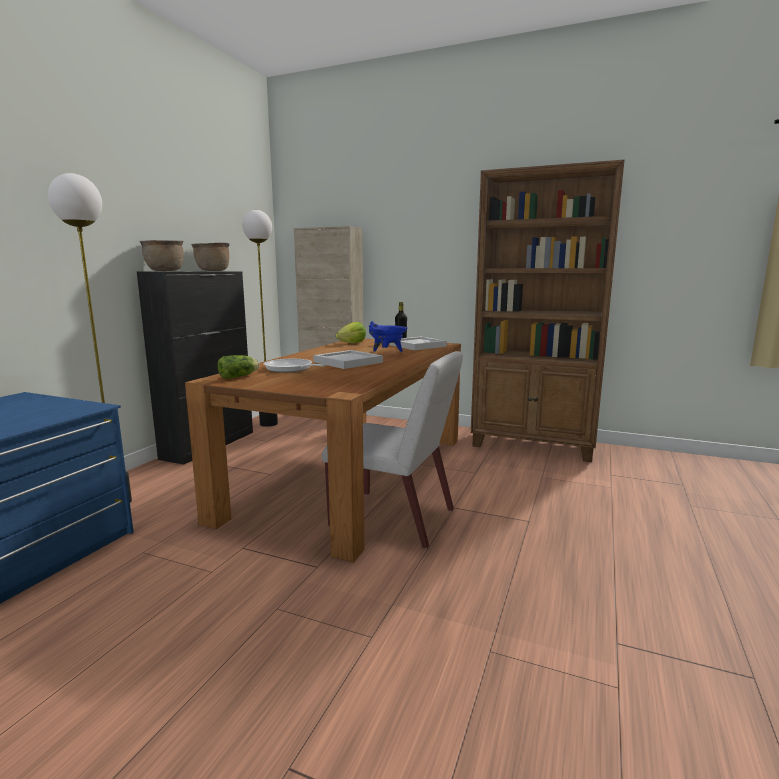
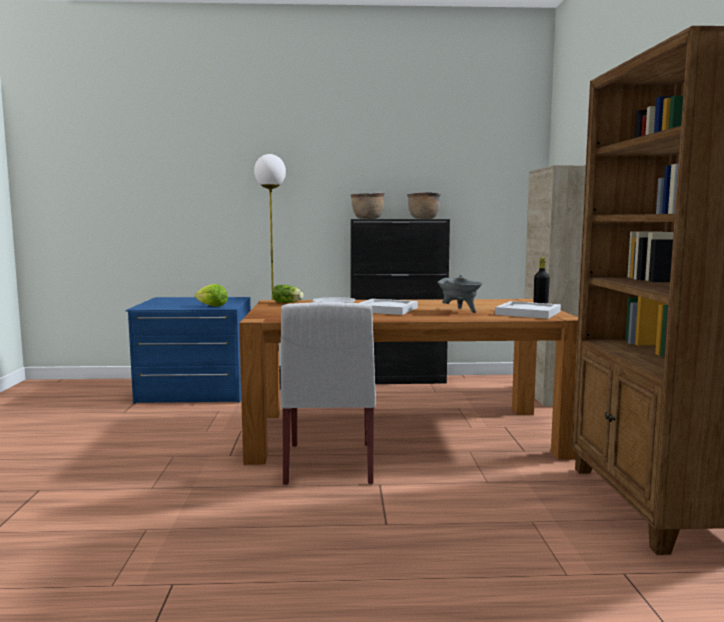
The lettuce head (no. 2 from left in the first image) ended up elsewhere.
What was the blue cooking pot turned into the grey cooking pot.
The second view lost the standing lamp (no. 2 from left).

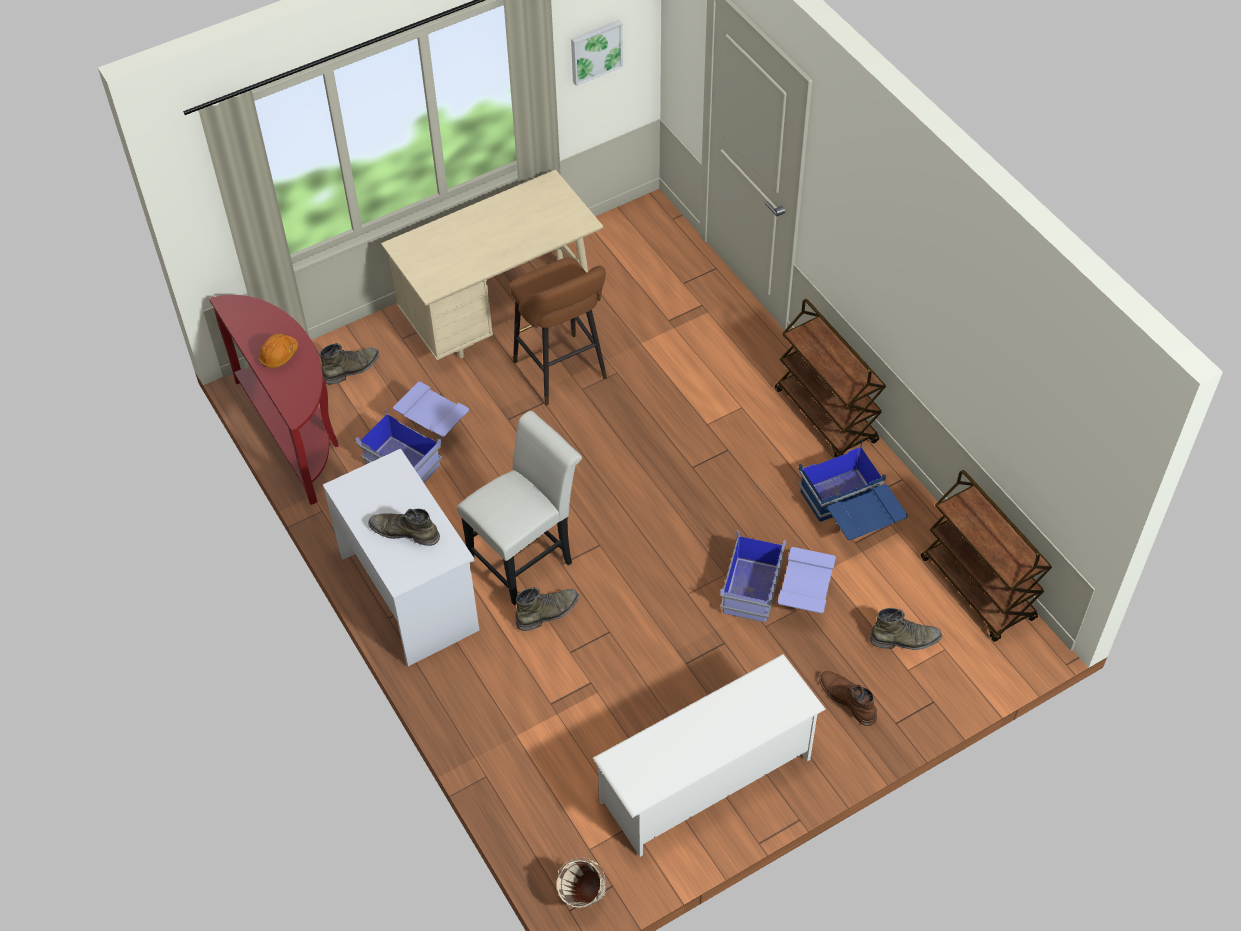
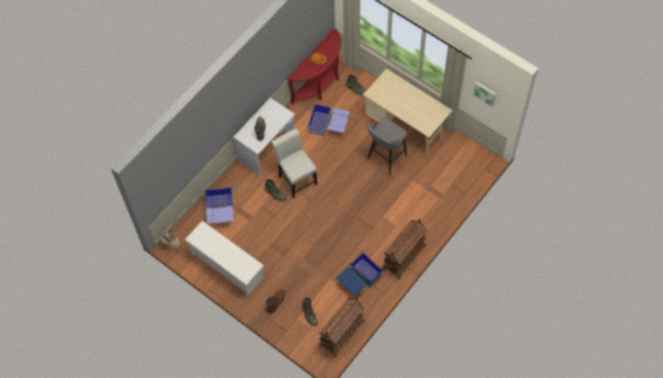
The blue storage container (no. 2 from left in the first image) ended up elsewhere.
The white chair ended up facing another way, 150 degrees counterclockwise from before.
What was the brown-coloured sitting stool turned into the grey sitting stool.

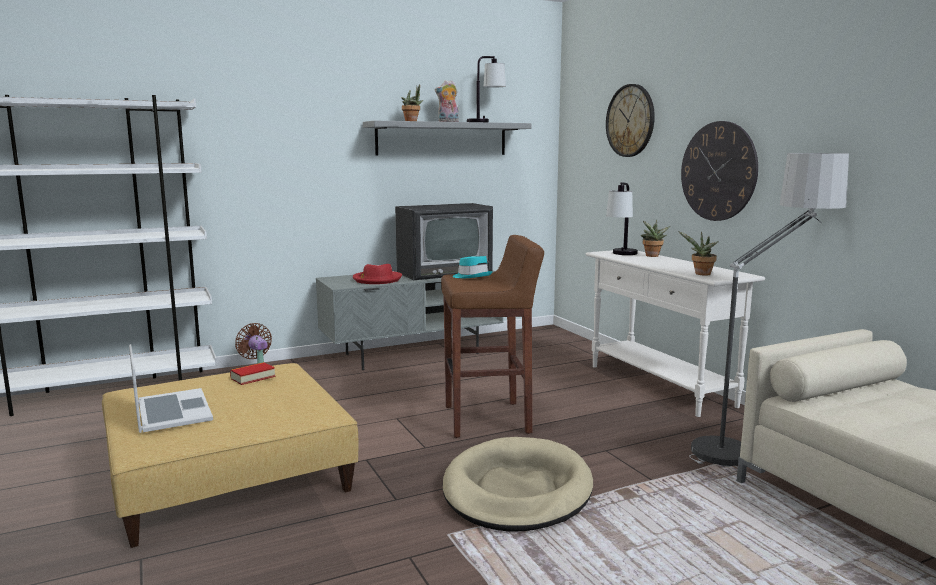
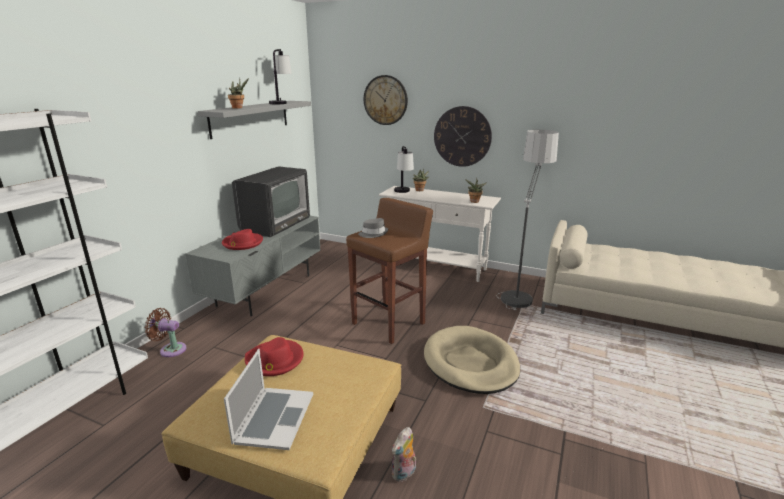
The notebook computer ended up facing another way, 75 degrees clockwise from before.
Where the volume stood, the red clothing hat (no. 2 from left) came to stand.
What was the turquoise clothing hat turned into the grey clothing hat.
The soft toy ended up elsewhere.

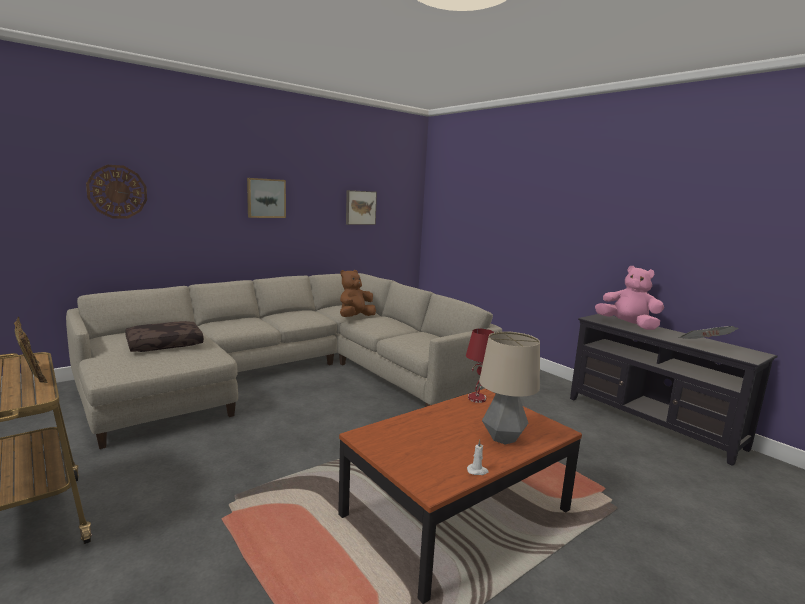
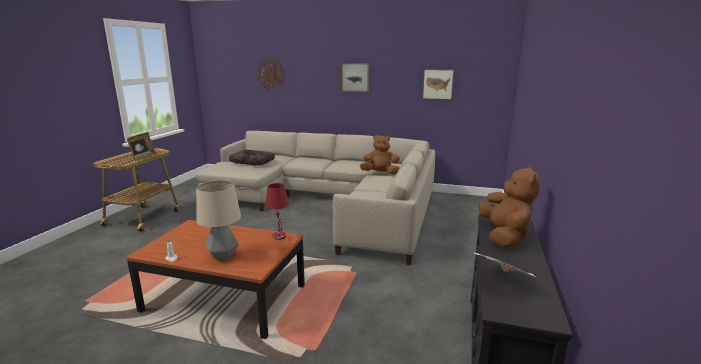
What was the pink soft toy turned into the brown-coloured soft toy (no. 2 from left).

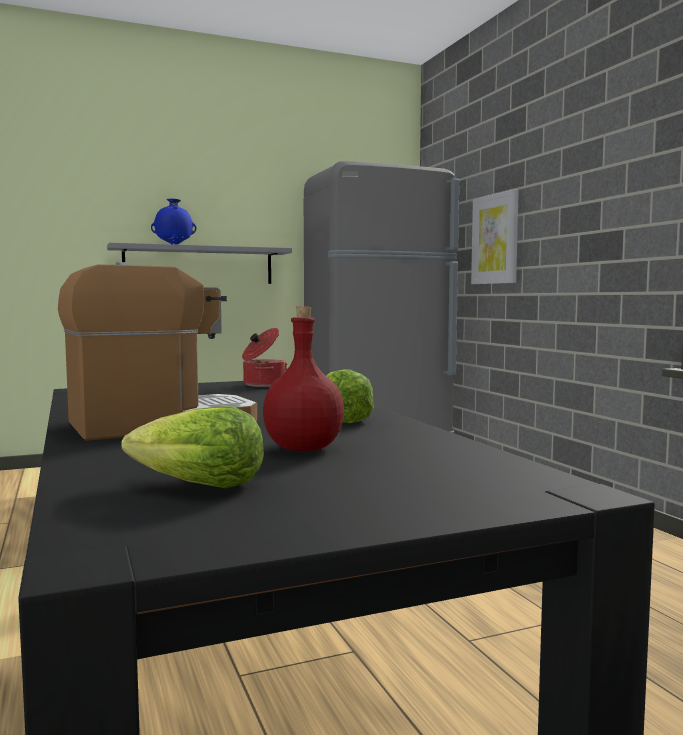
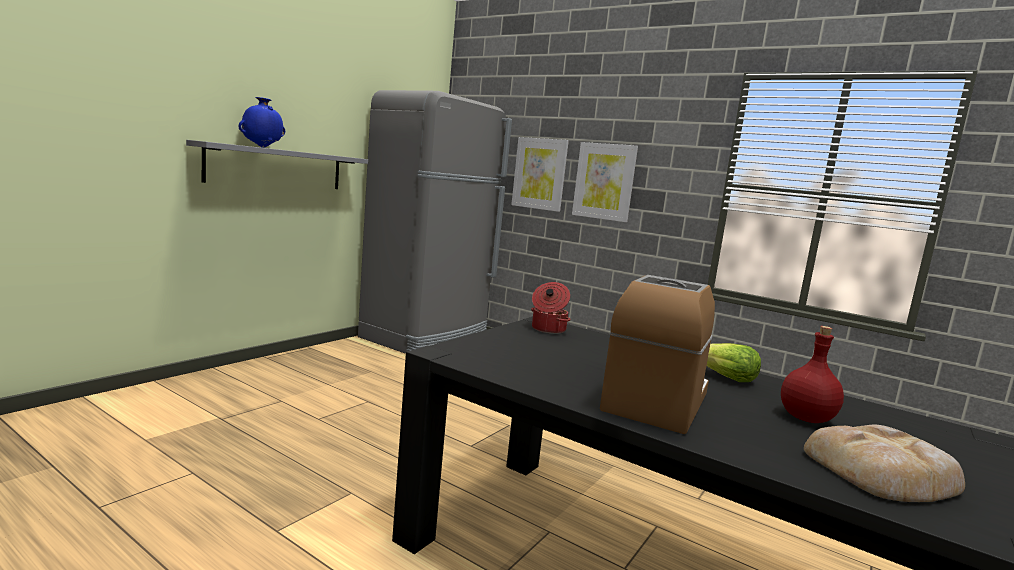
The second view gained the picture (no. 2 from left).
Where the lettuce head (no. 1 from left) stood, the bread came to stand.

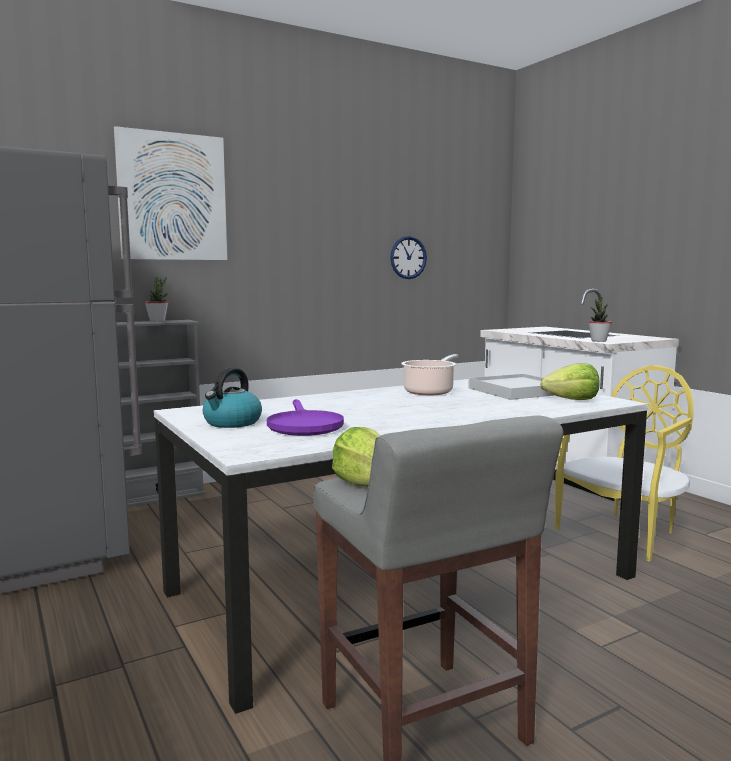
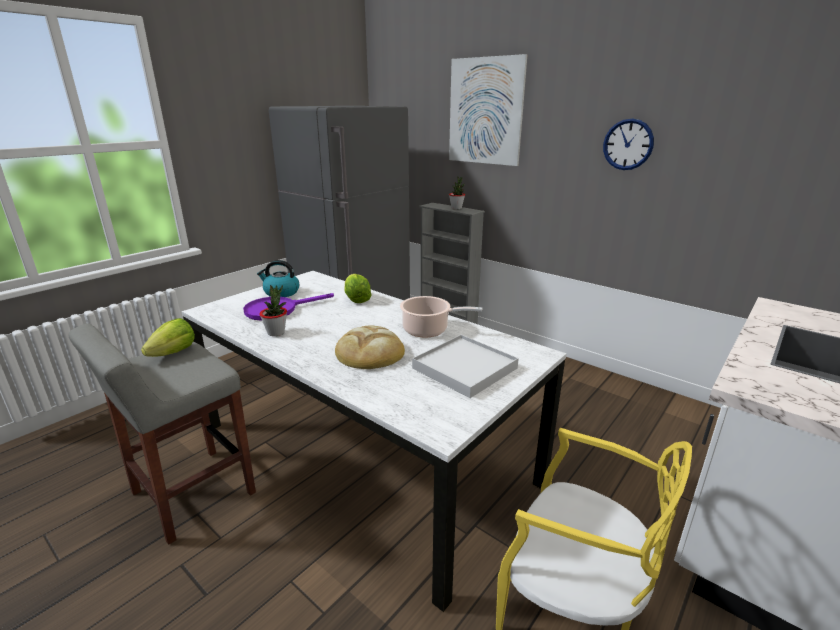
The houseplant (no. 2 from left in the first image) ended up elsewhere.
The second view gained the bread.
The lettuce head (no. 2 from left) ended up elsewhere.
The hanging clock ended up elsewhere.

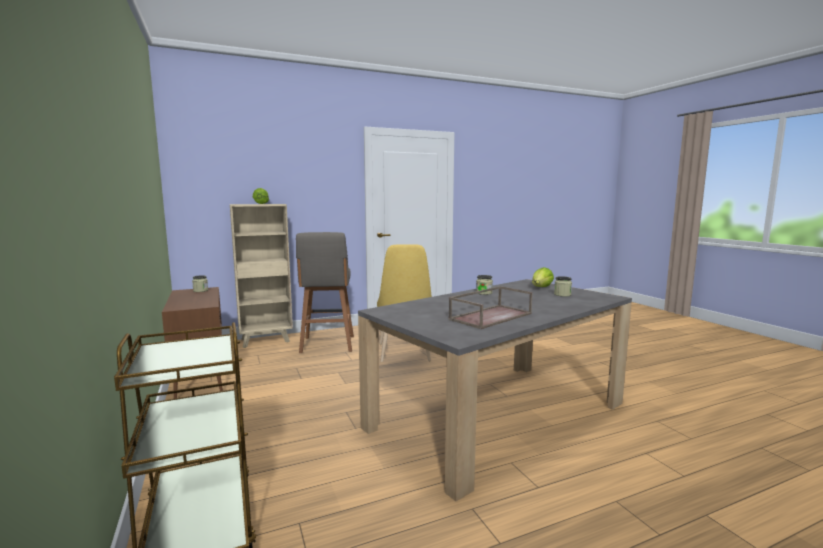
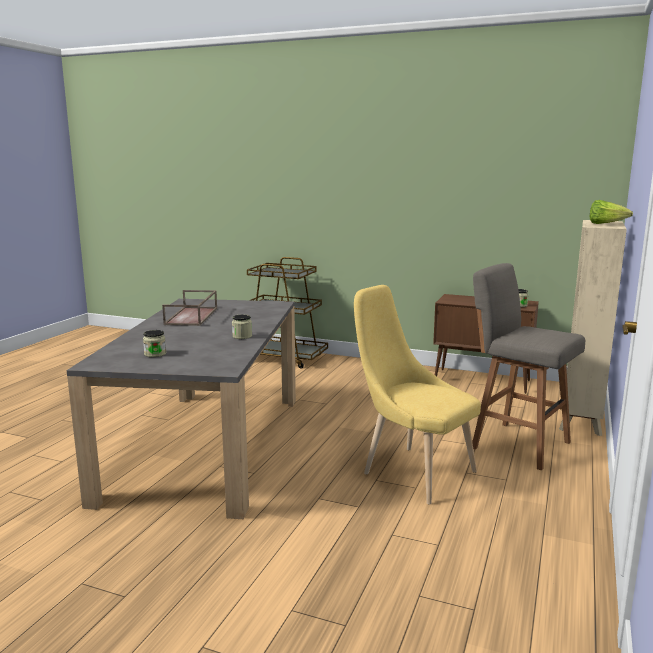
The second view lost the lettuce head (no. 2 from left).

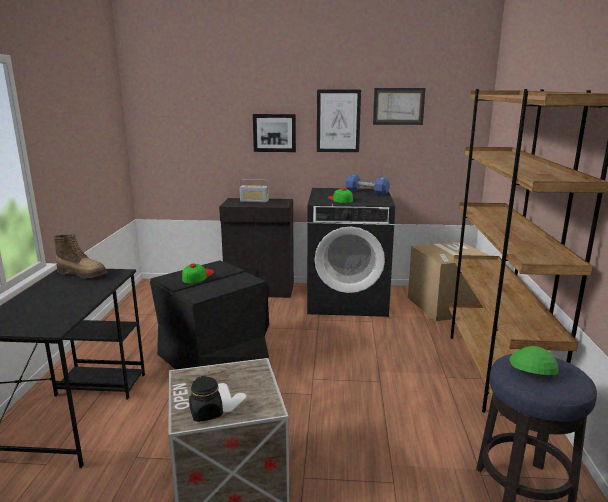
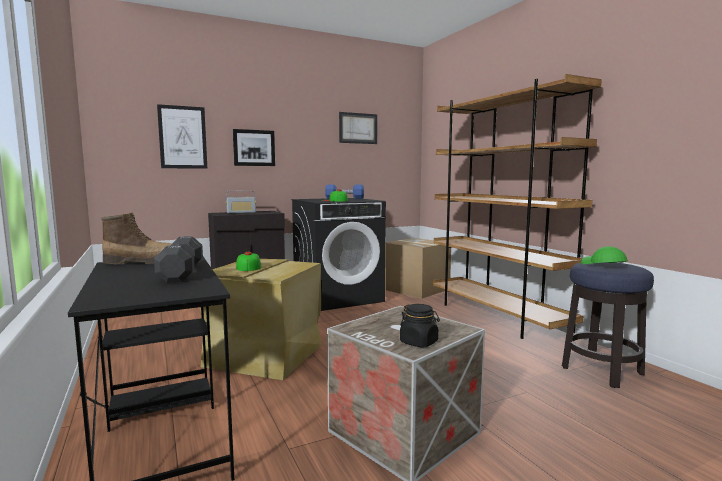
The second view gained the black free weight.
The picture (no. 2 from left in the first image) ended up elsewhere.
What was the black storage container turned into the beige-coloured storage container.

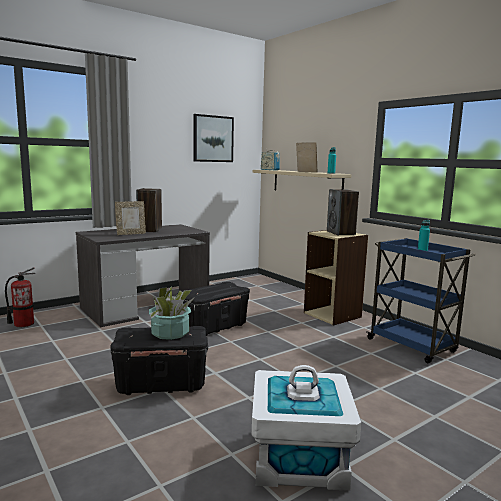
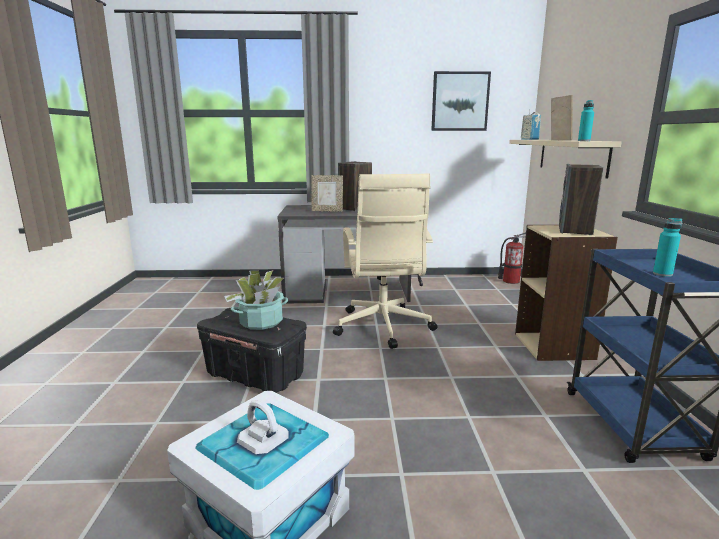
Where the black storage container (no. 2 from left) stood, the beige-coloured desk chair came to stand.
The fire extinguisher ended up elsewhere.

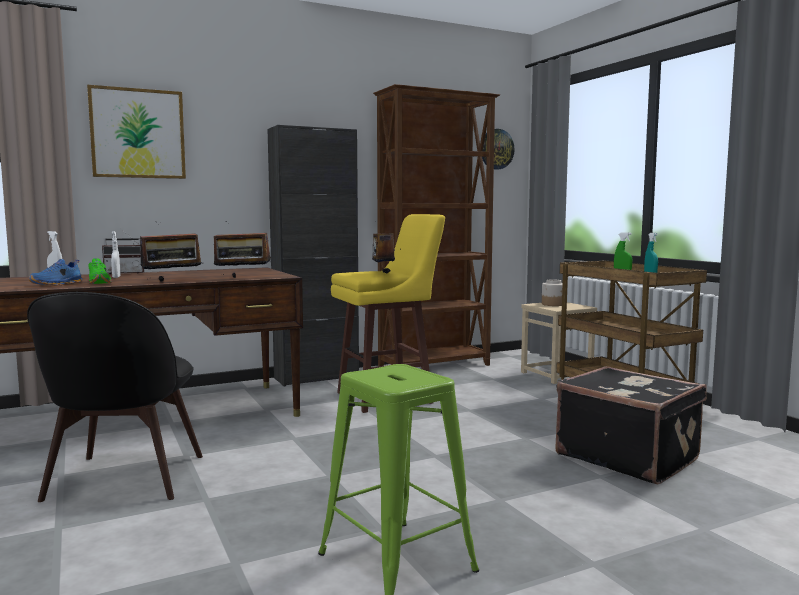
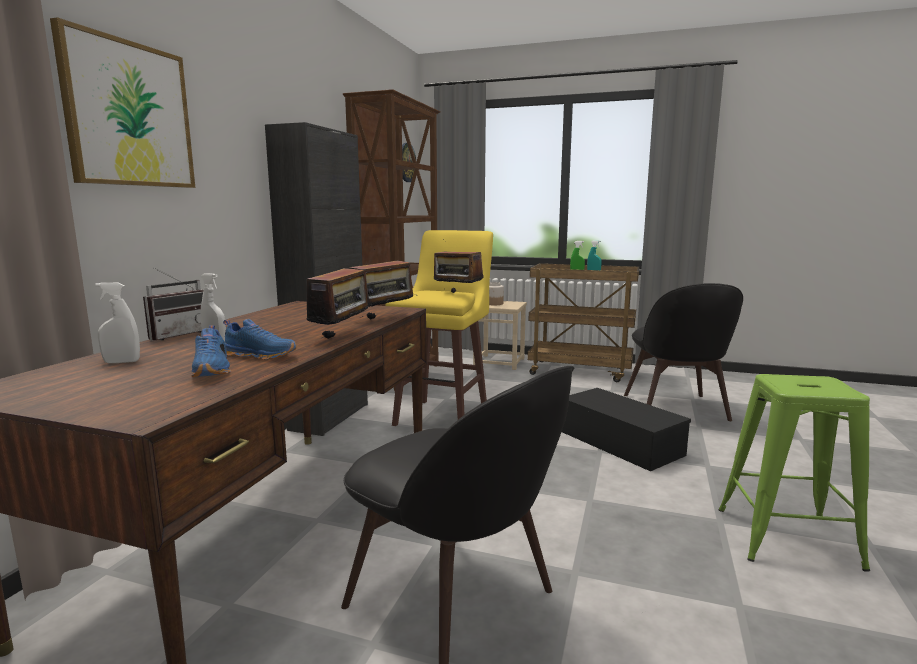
What was the greenish low shoe turned into the blue low shoe (no. 2 from left).
The second view gained the black storage container.
Where the black suitcase stood, the black chair (no. 2 from left) came to stand.

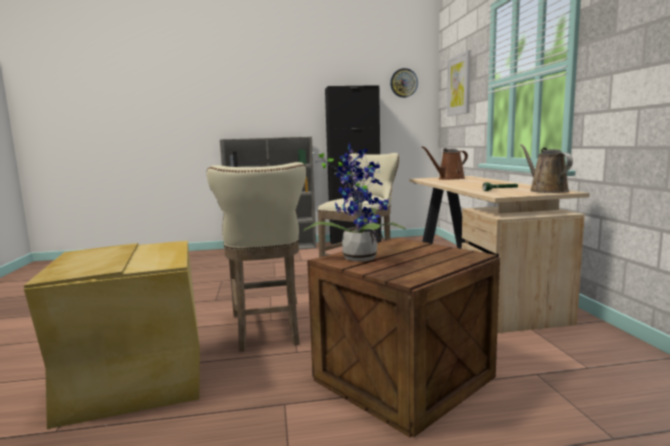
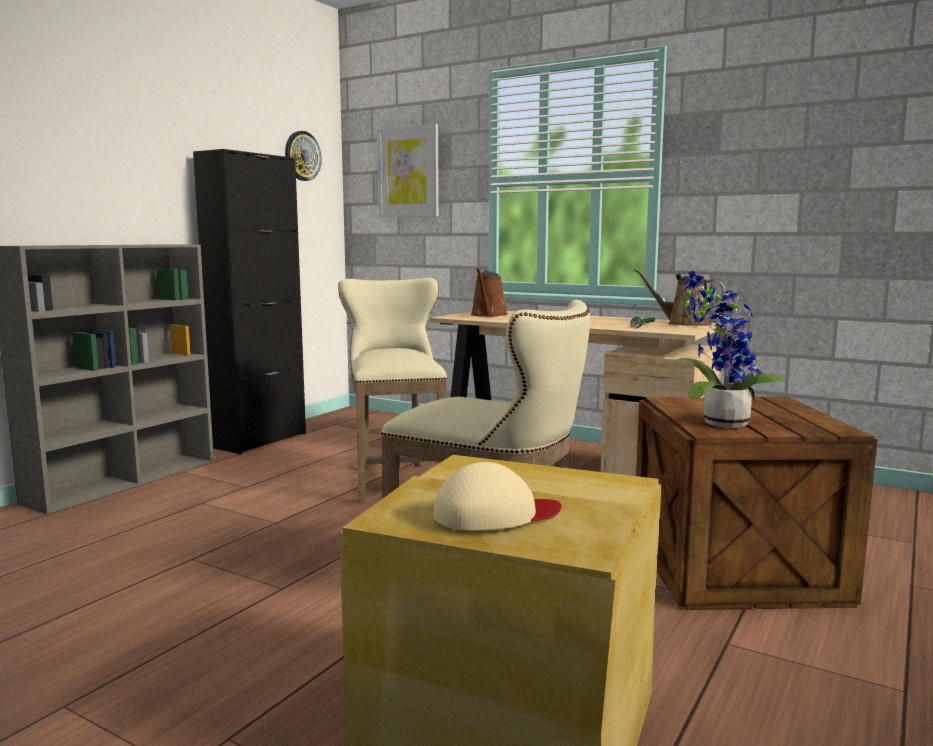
The second view gained the beige-coloured cap.

